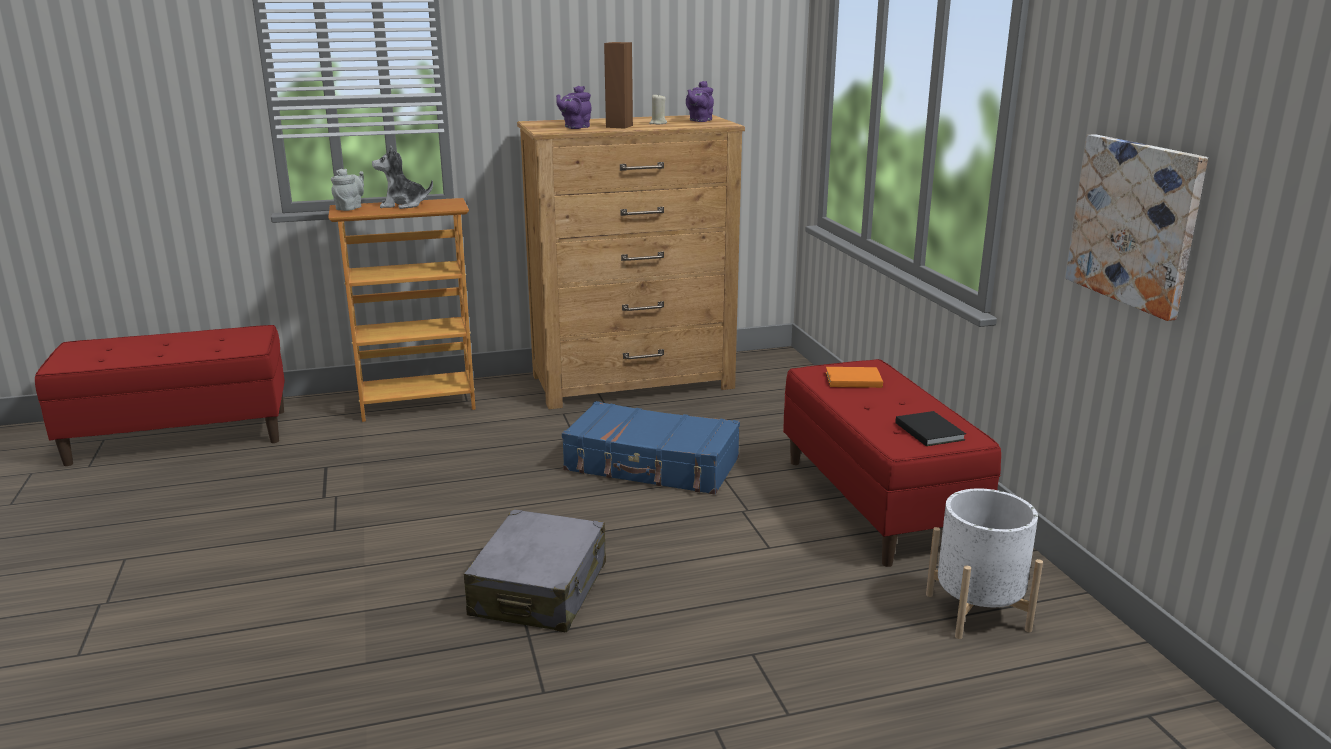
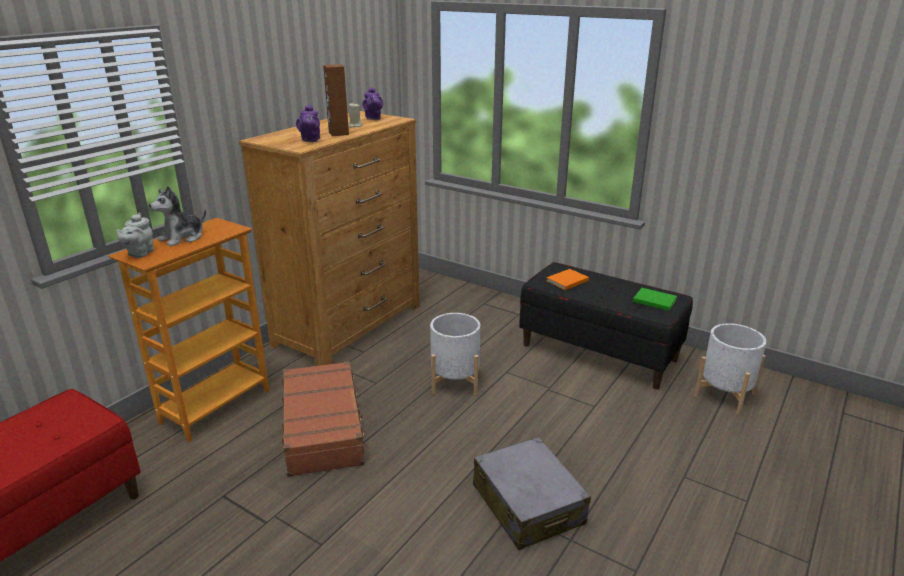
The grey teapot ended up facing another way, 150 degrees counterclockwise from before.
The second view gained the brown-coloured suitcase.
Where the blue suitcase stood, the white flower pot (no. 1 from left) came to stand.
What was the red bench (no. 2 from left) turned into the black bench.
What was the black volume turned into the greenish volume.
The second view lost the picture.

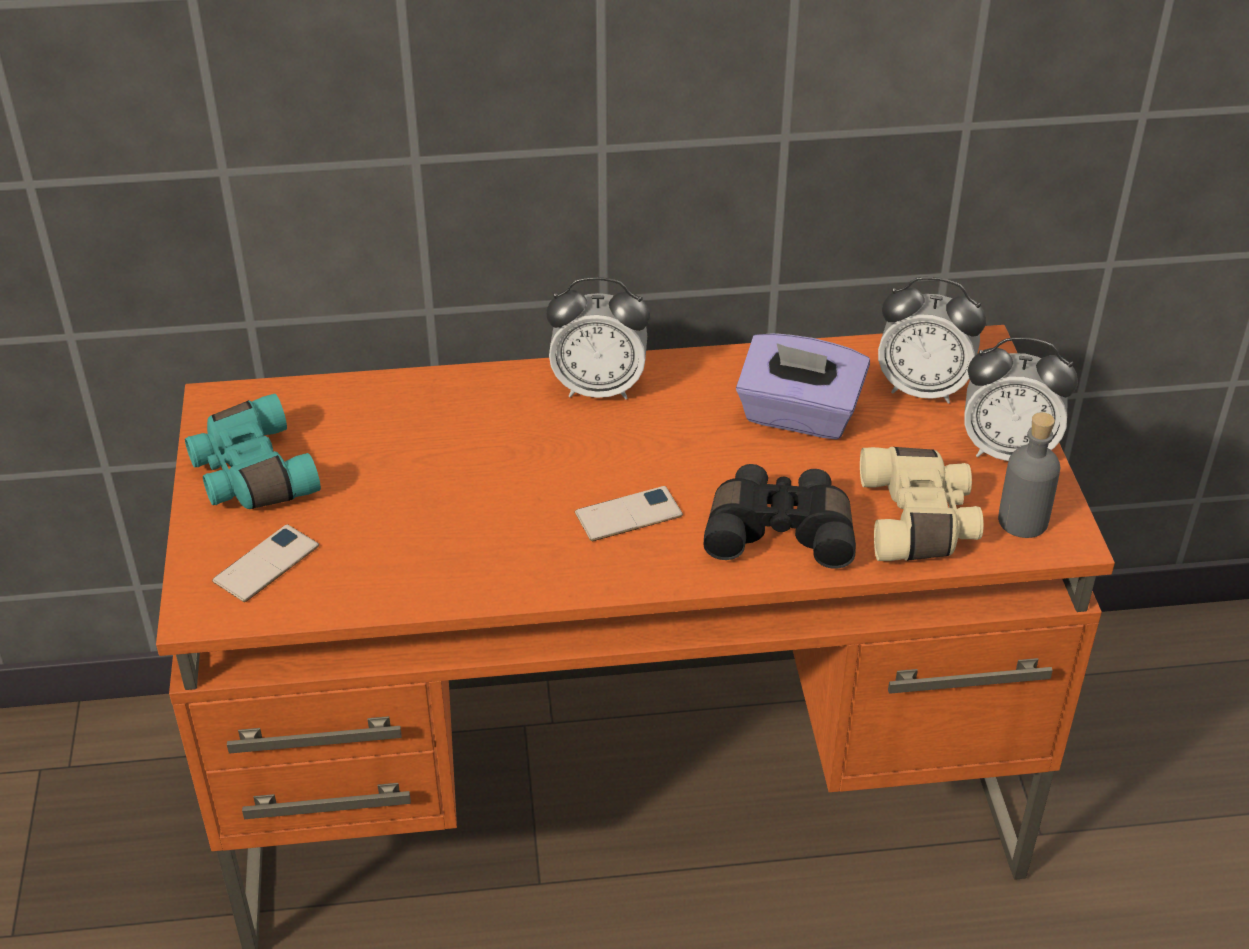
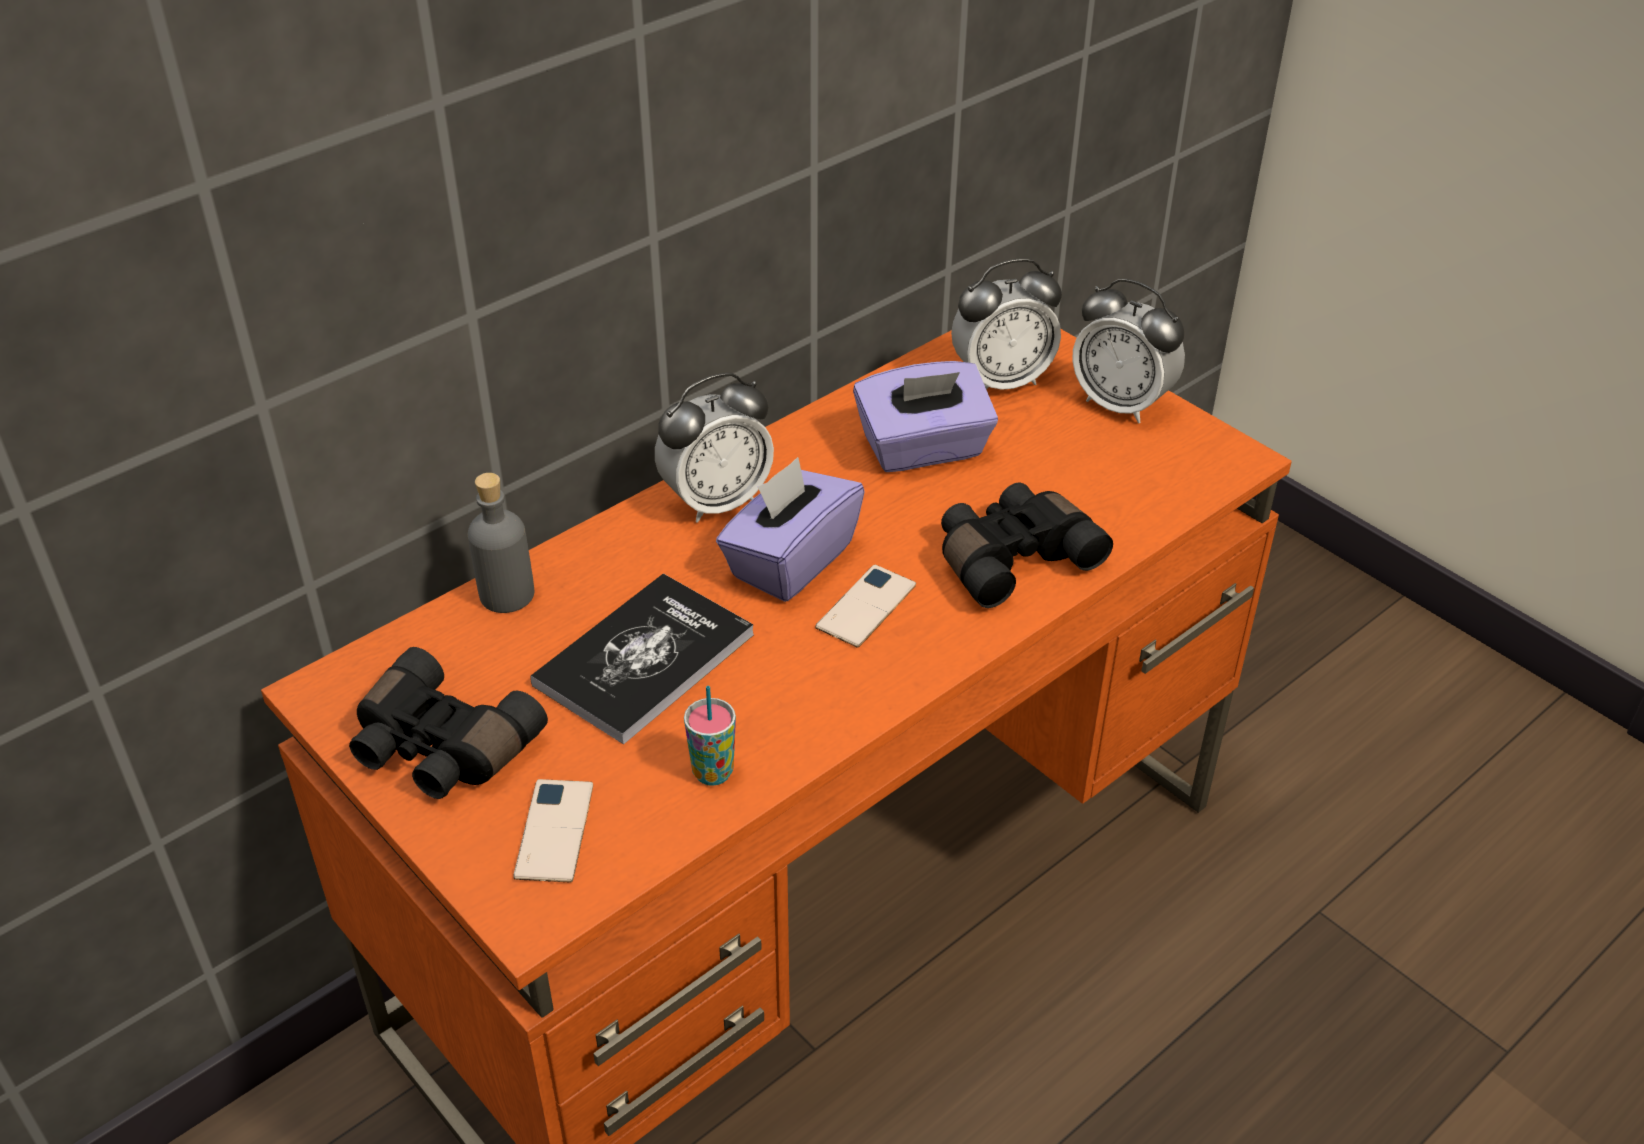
What was the turquoise pair of binoculars turned into the black pair of binoculars (no. 1 from left).
The grey beverage bottle ended up elsewhere.
The second view gained the volume.
The second view gained the drinking cup.
The second view gained the purple tissue holder (no. 1 from left).
The table clock (no. 3 from left) ended up facing another way, 60 degrees clockwise from before.
The second view lost the beige-coloured pair of binoculars.

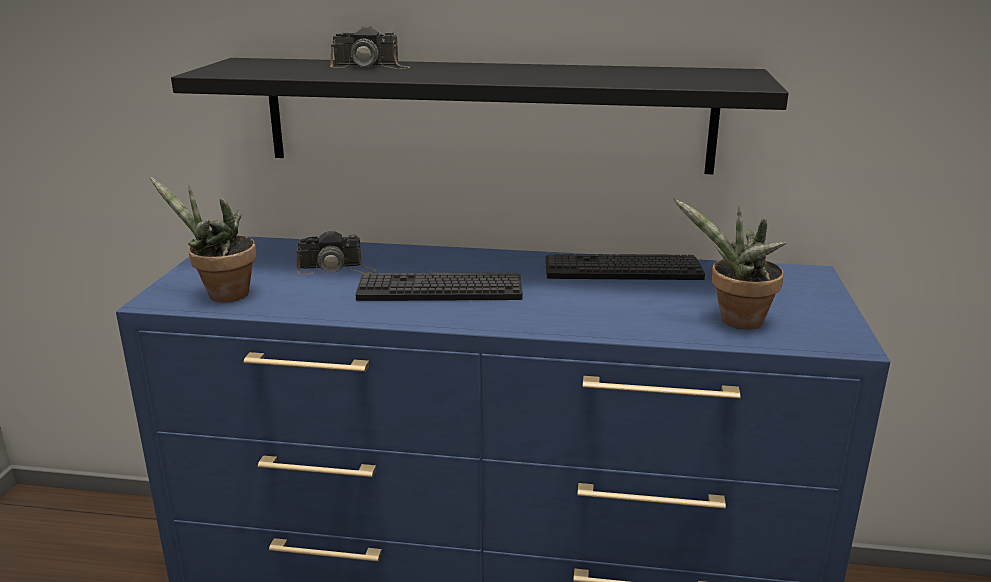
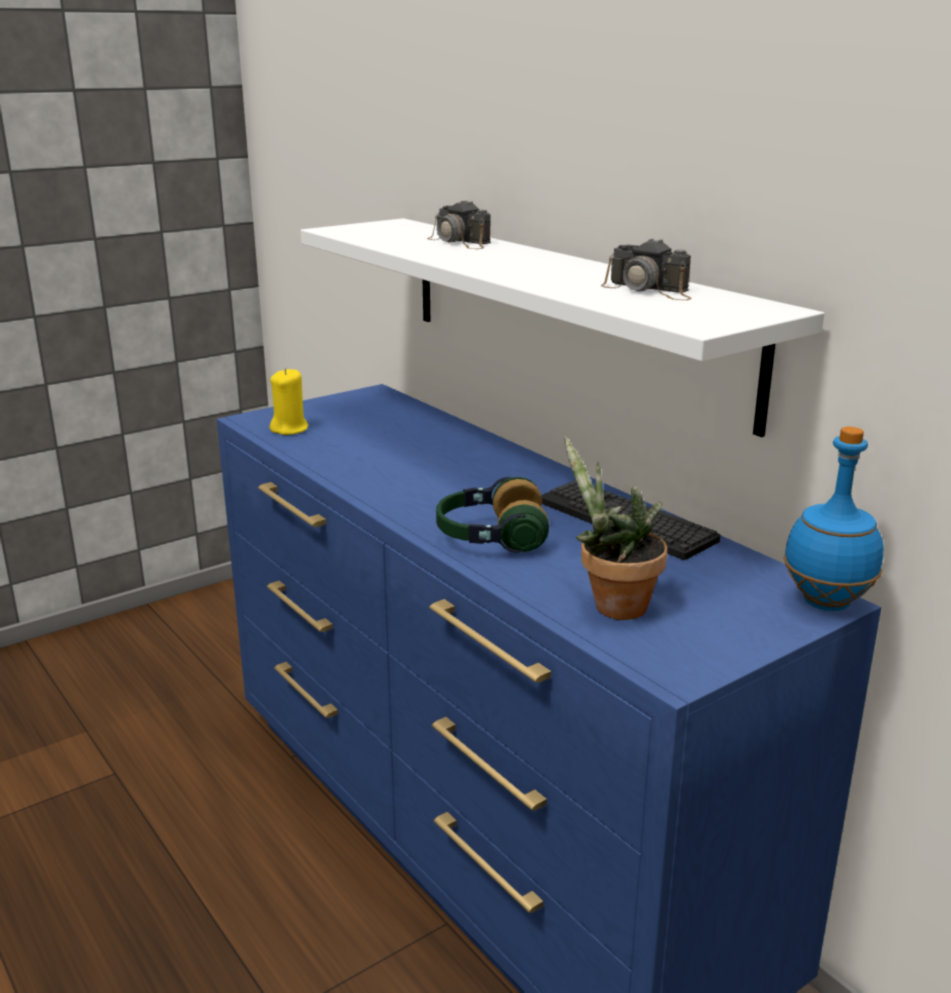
Where the houseplant (no. 1 from left) stood, the yellowish wax light came to stand.
What was the black wall shelf turned into the white wall shelf.
The second view gained the headset.
The still camera (no. 1 from left in the first image) ended up elsewhere.
The second view gained the blue beverage bottle.
The second view lost the PC keyboard (no. 1 from left).

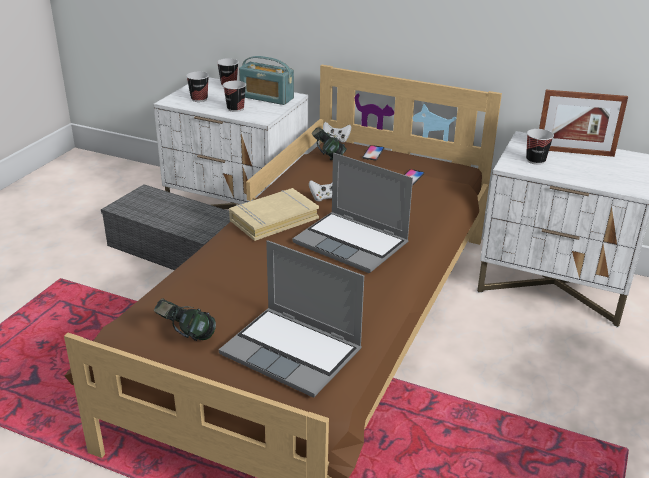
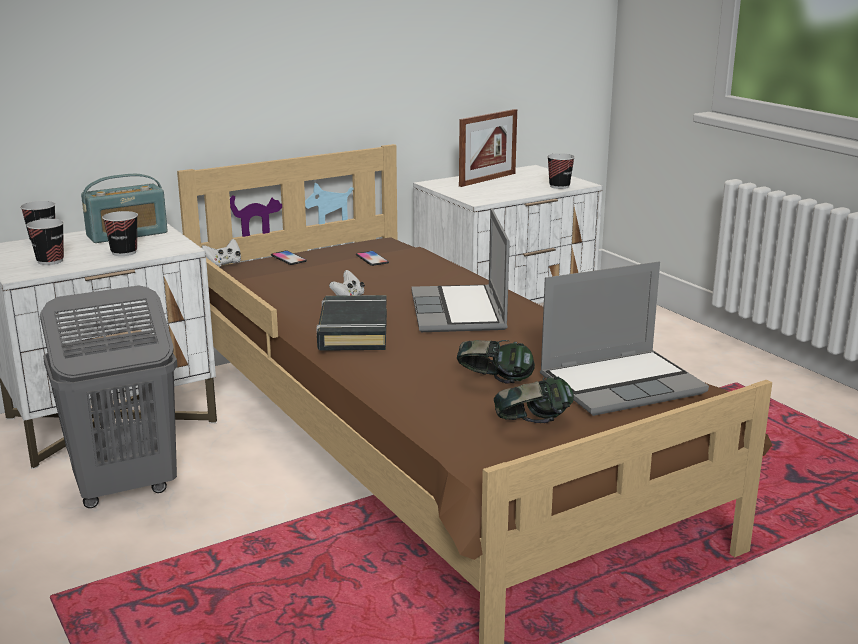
Where the grey storage container stood, the grey washing basket came to stand.
What was the beige-coloured volume turned into the black volume.
The notebook computer (no. 2 from left in the first image) ended up facing another way, 105 degrees clockwise from before.
The headset (no. 2 from left in the first image) ended up elsewhere.
The drinking cup (no. 4 from left) ended up elsewhere.

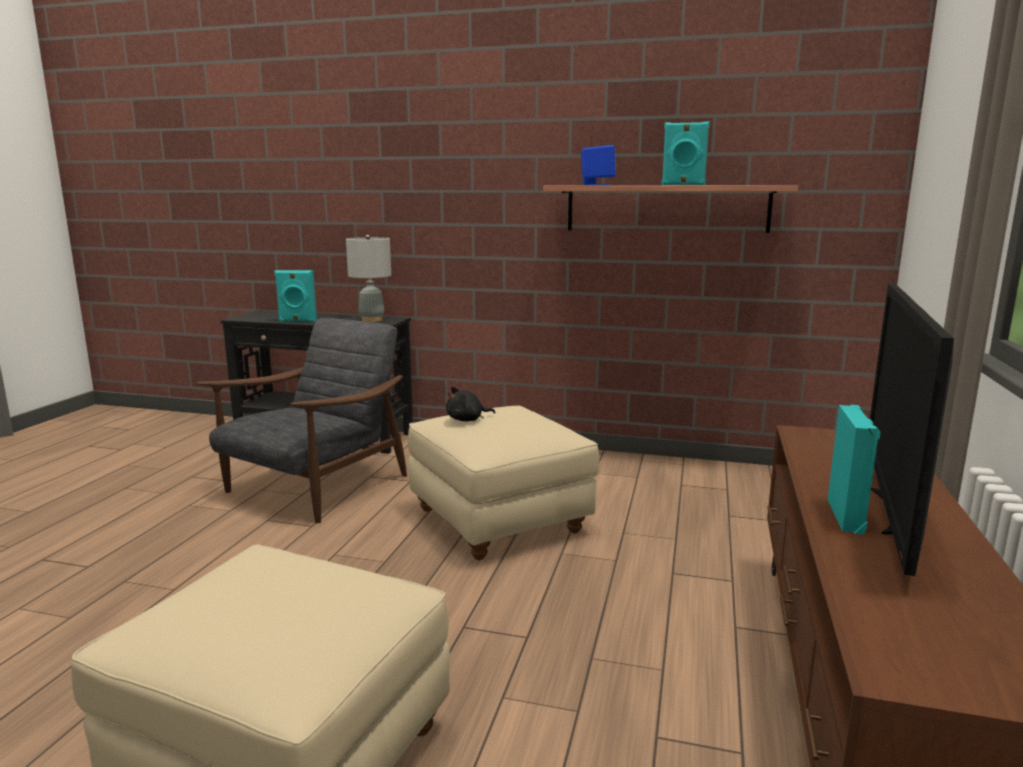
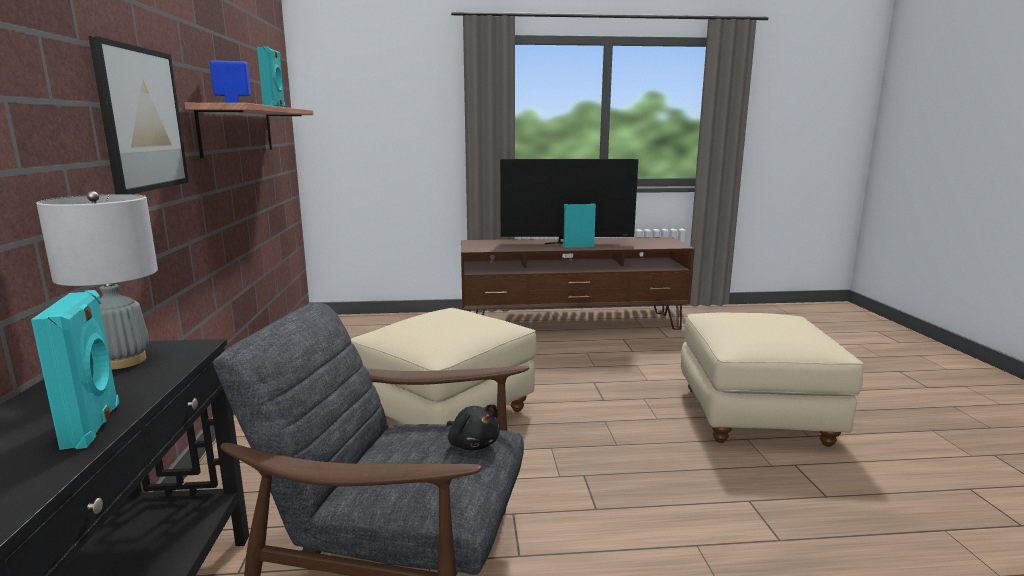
The second view gained the picture.
The black soft toy ended up elsewhere.

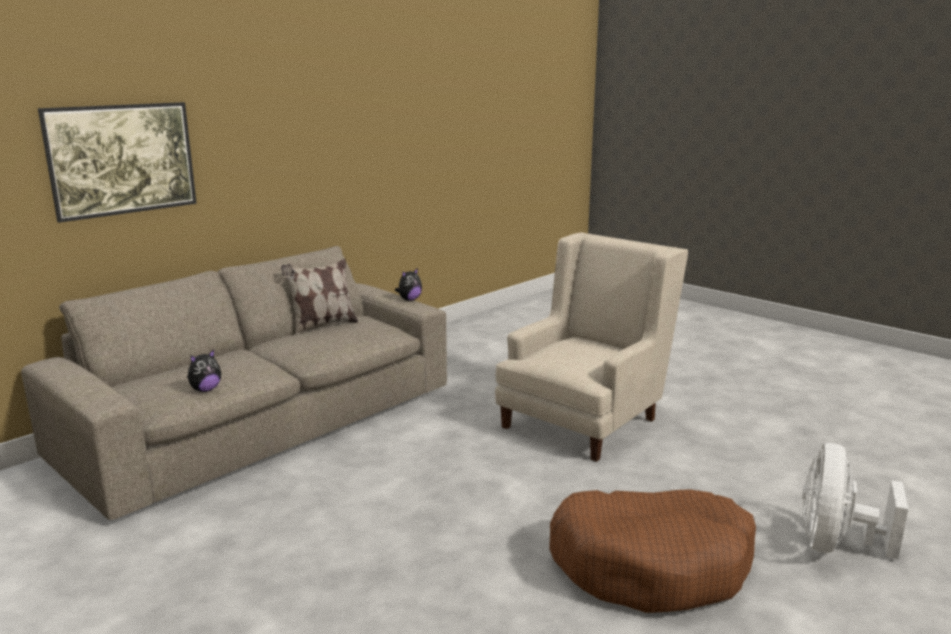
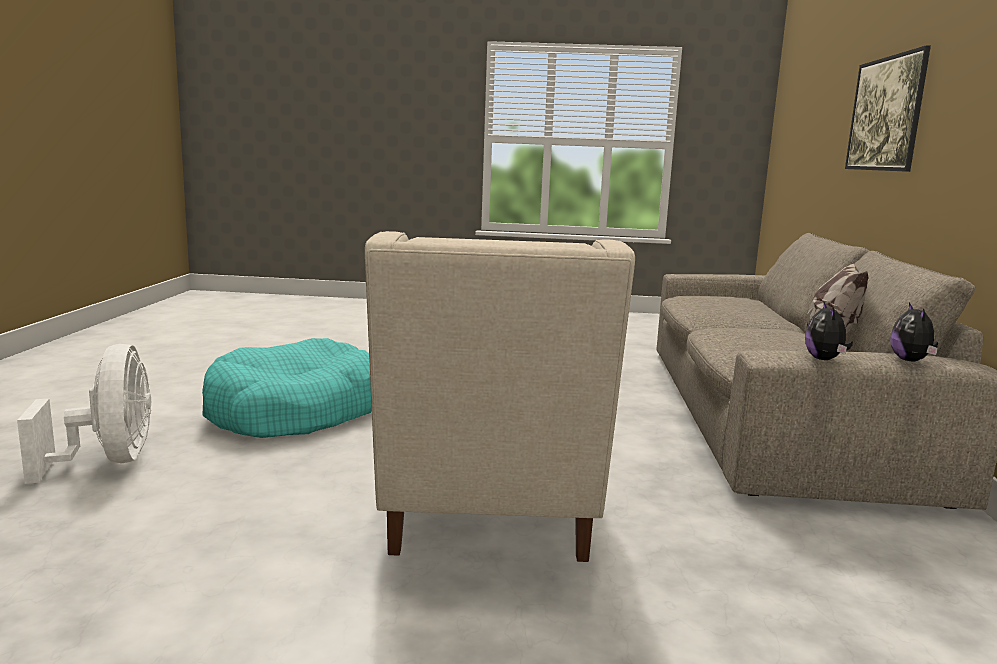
What was the brown-coloured pet bed turned into the turquoise pet bed.
The soft toy (no. 1 from left in the first image) ended up elsewhere.

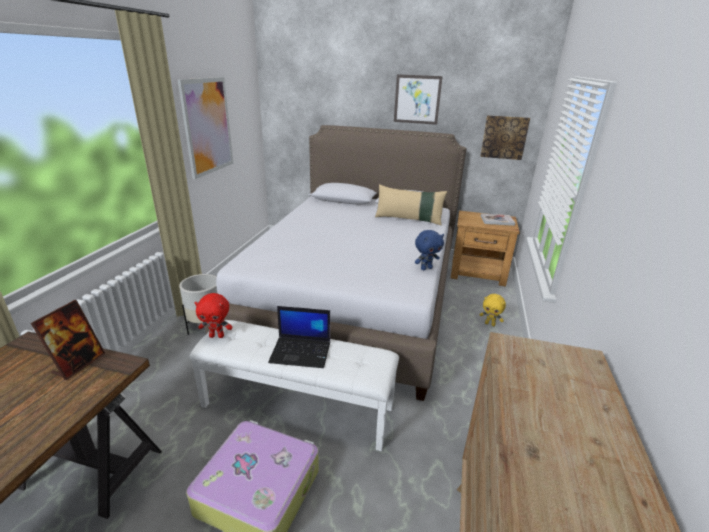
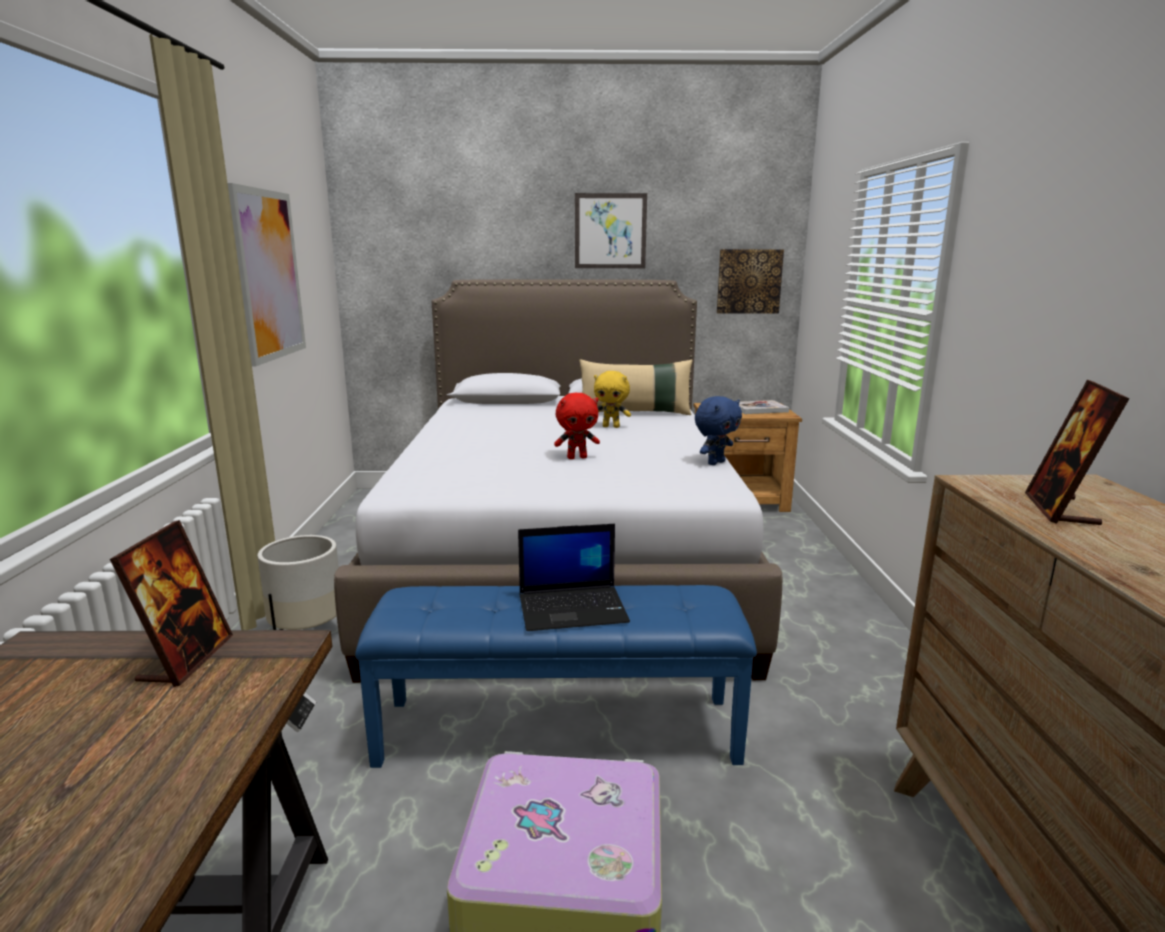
What was the white bench turned into the blue bench.
The red soft toy ended up elsewhere.
The yellowish soft toy ended up elsewhere.
The second view gained the standing frame (no. 2 from left).

